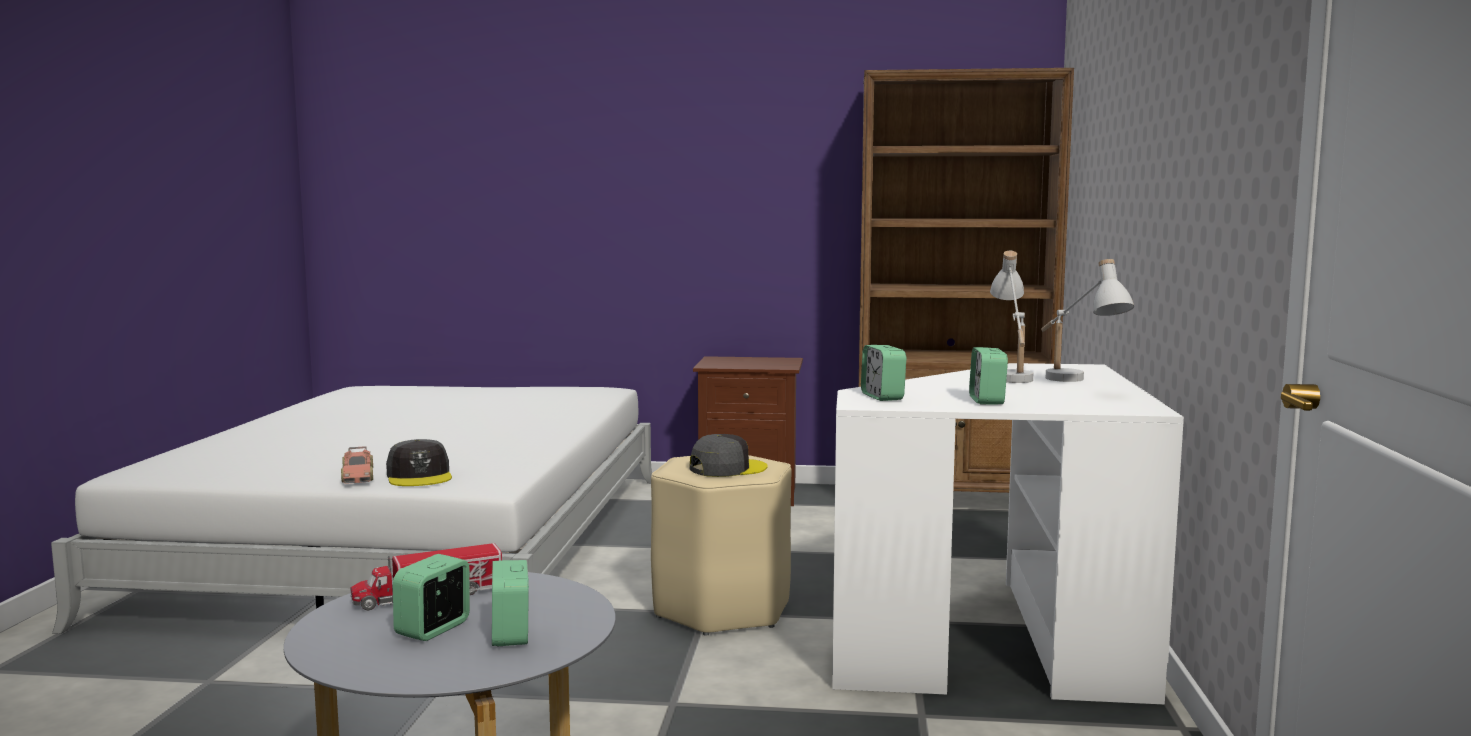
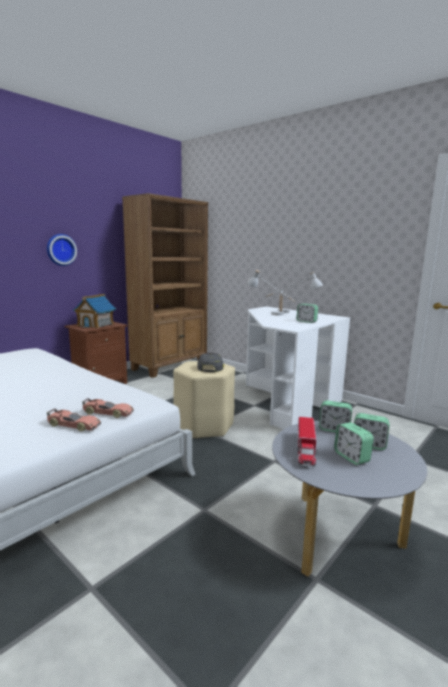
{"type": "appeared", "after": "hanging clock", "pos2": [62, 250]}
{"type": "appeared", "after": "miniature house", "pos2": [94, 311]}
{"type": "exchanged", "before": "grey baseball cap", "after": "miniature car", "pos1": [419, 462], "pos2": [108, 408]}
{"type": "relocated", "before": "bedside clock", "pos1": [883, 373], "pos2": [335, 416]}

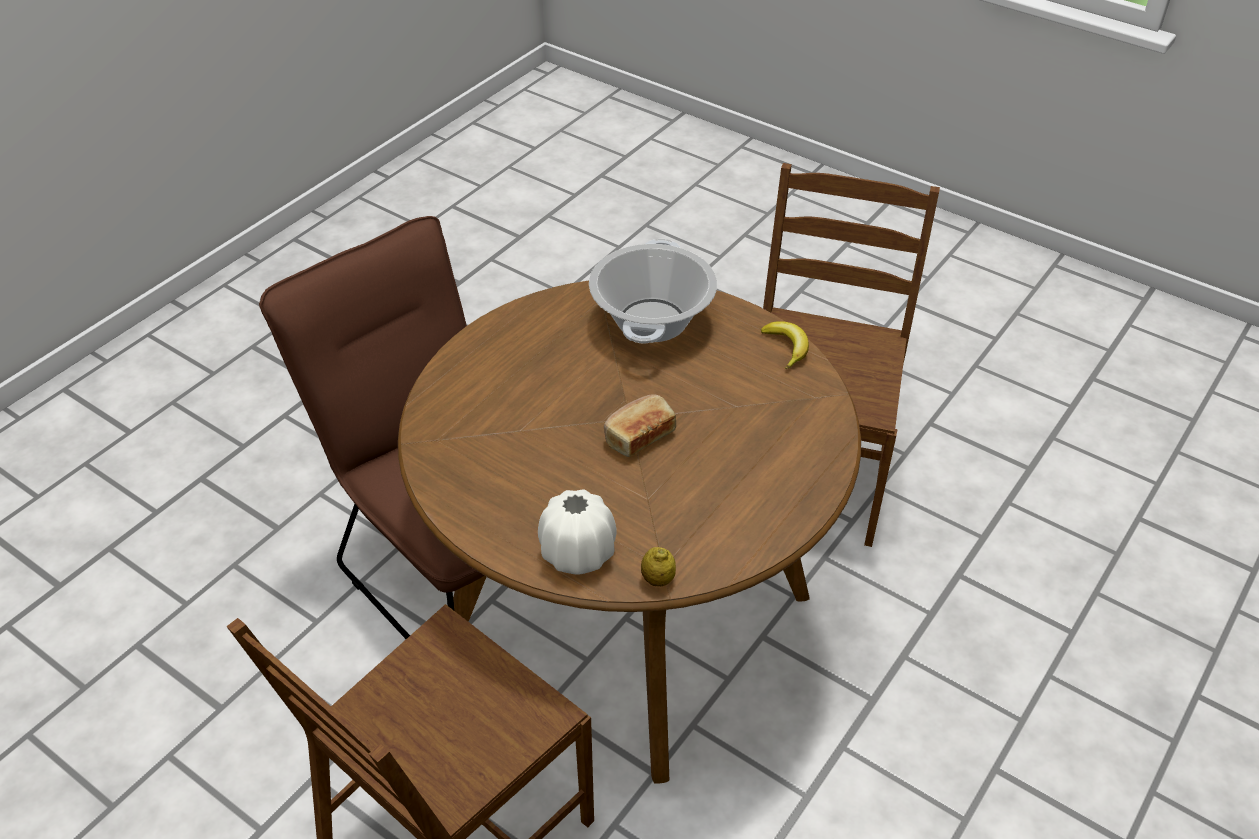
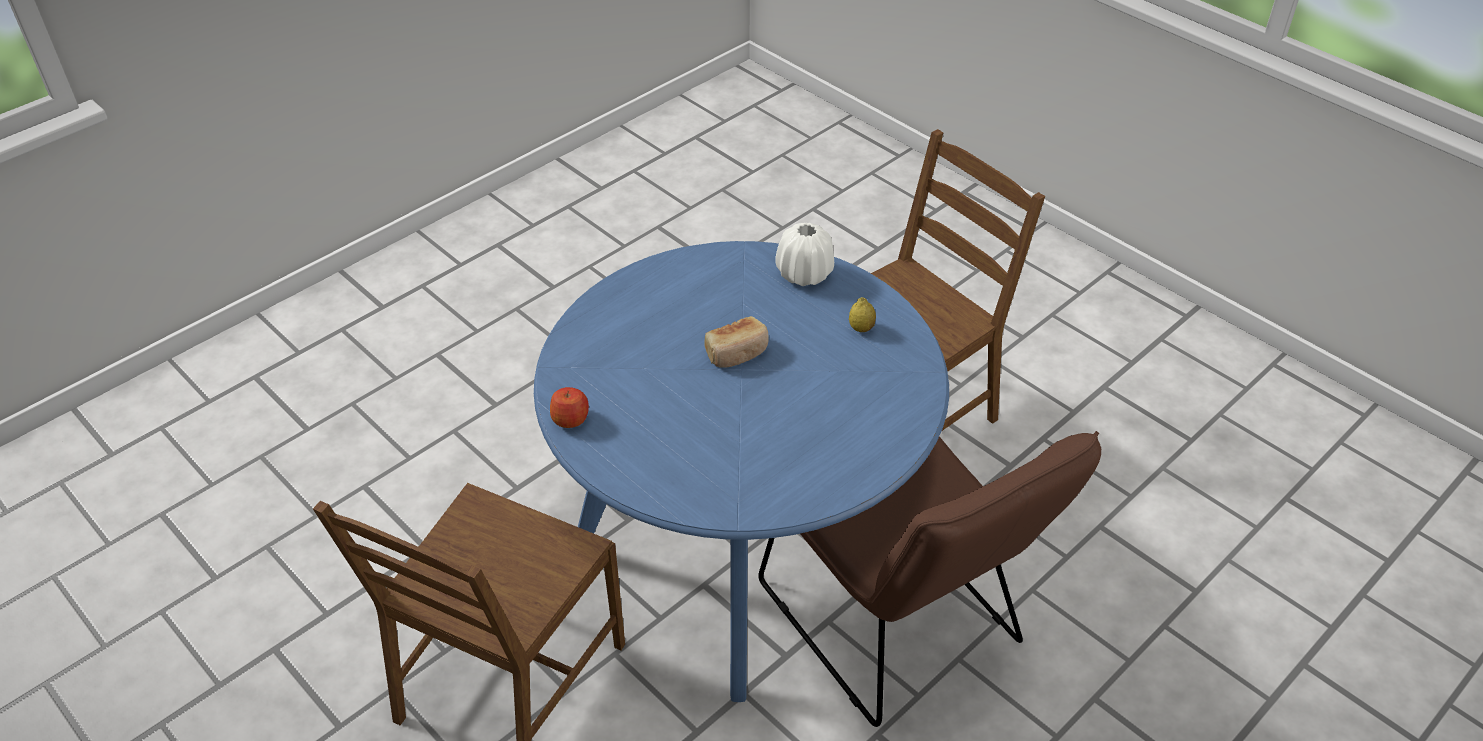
{"type": "colour", "before": "brownish dinner table", "after": "bluish dinner table", "pos1": [629, 532], "pos2": [741, 471]}
{"type": "exchanged", "before": "banana", "after": "apple", "pos1": [785, 345], "pos2": [569, 407]}
{"type": "relocated", "before": "whole lemon", "pos1": [658, 567], "pos2": [862, 314]}
{"type": "missing", "before": "stockpot", "pos1": [653, 291]}

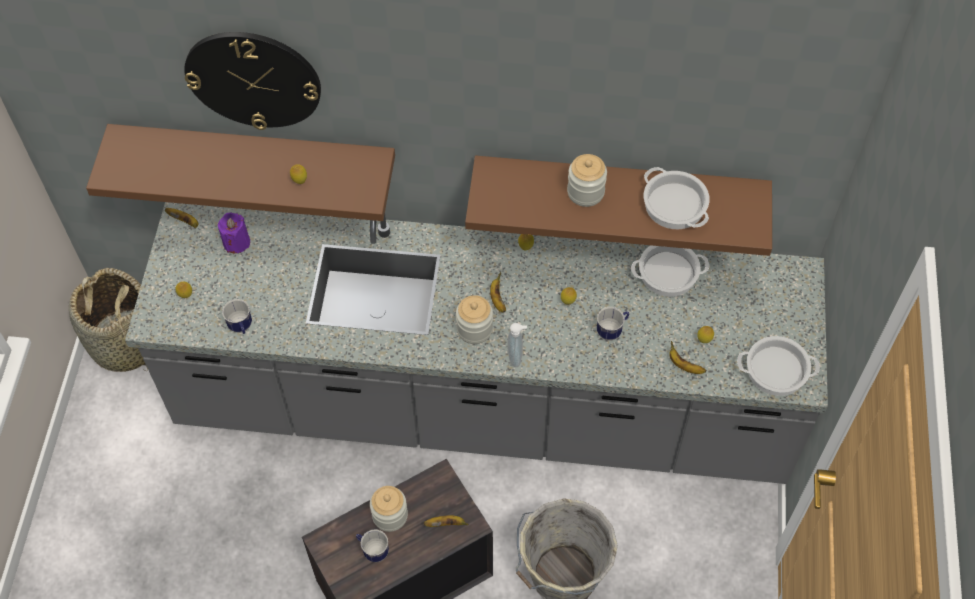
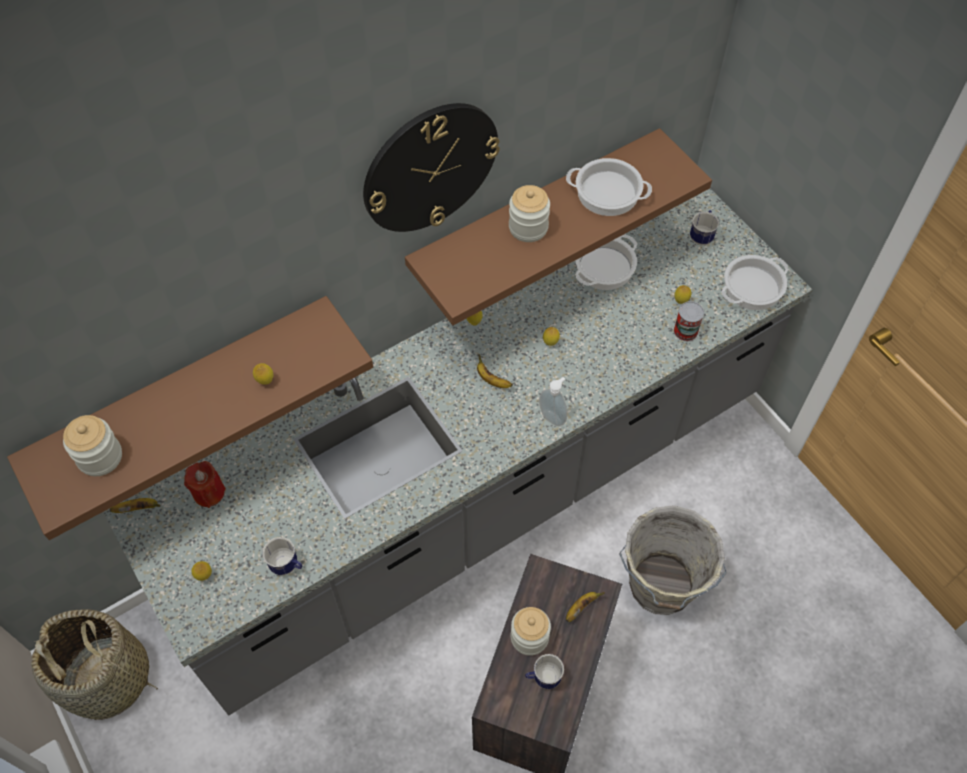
{"type": "relocated", "before": "preserve jar", "pos1": [474, 319], "pos2": [92, 445]}
{"type": "colour", "before": "purple candle", "after": "red candle", "pos1": [234, 233], "pos2": [205, 484]}
{"type": "relocated", "before": "hanging clock", "pos1": [252, 81], "pos2": [431, 167]}
{"type": "exchanged", "before": "banana", "after": "metal can", "pos1": [687, 357], "pos2": [689, 321]}
{"type": "relocated", "before": "coffee mug", "pos1": [613, 324], "pos2": [704, 227]}

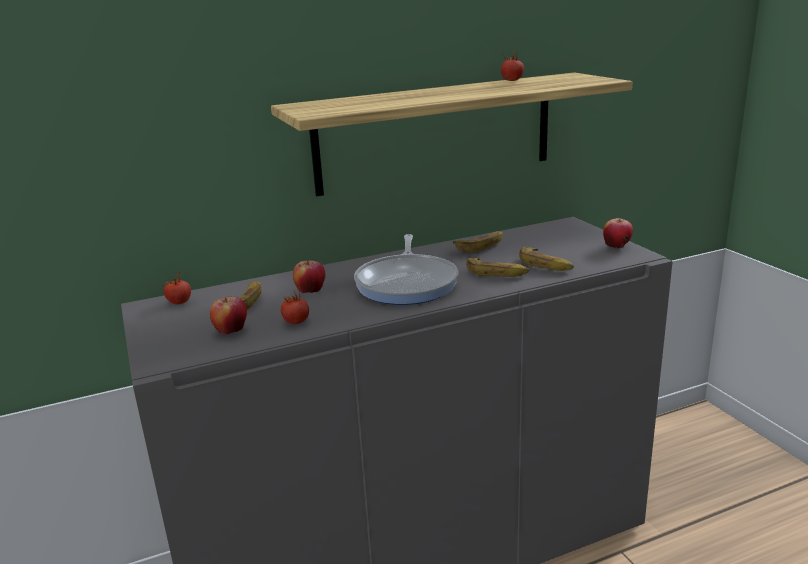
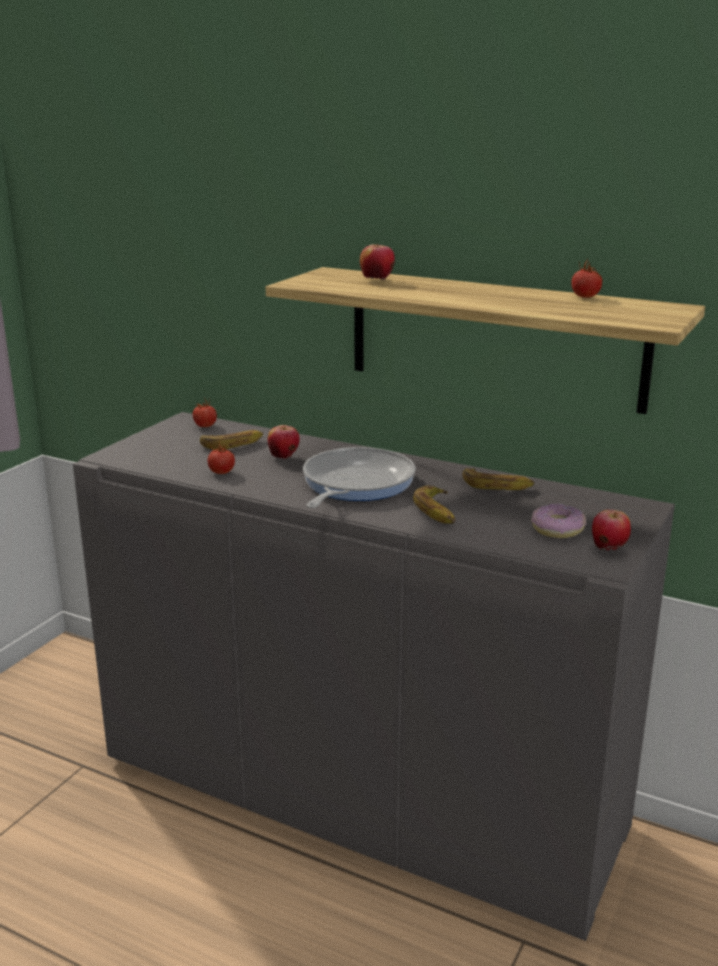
{"type": "spun", "before": "frying pan", "pos1": [406, 269], "pos2": [359, 477], "turn": 150}
{"type": "relocated", "before": "apple", "pos1": [228, 315], "pos2": [377, 262]}
{"type": "appeared", "after": "ring doughnut", "pos2": [558, 521]}
{"type": "missing", "before": "banana", "pos1": [546, 259]}

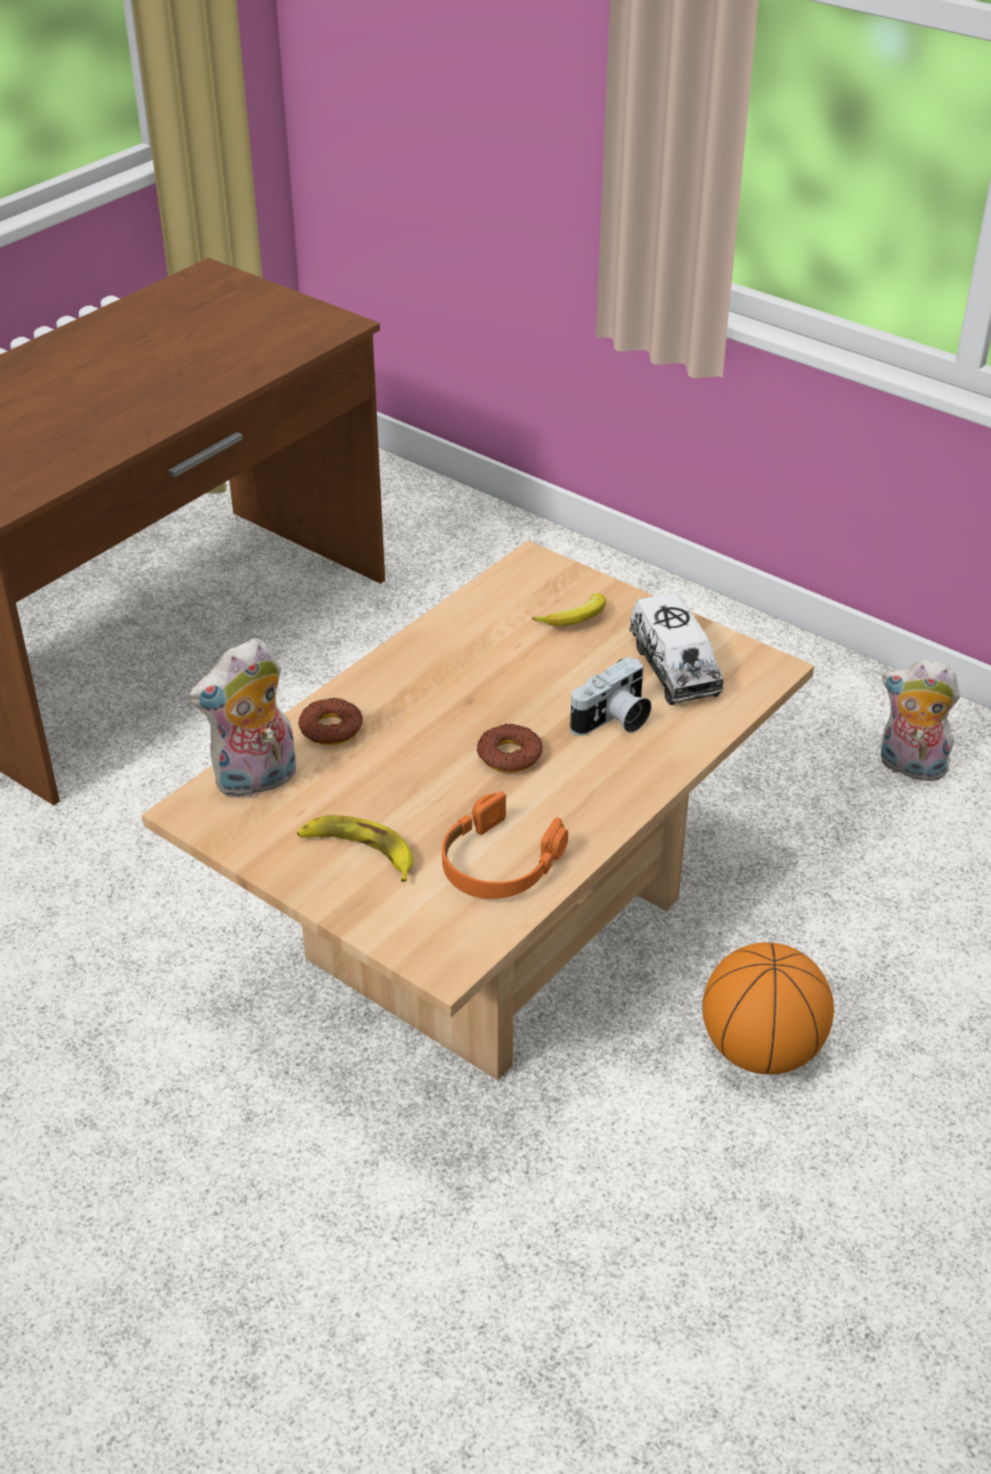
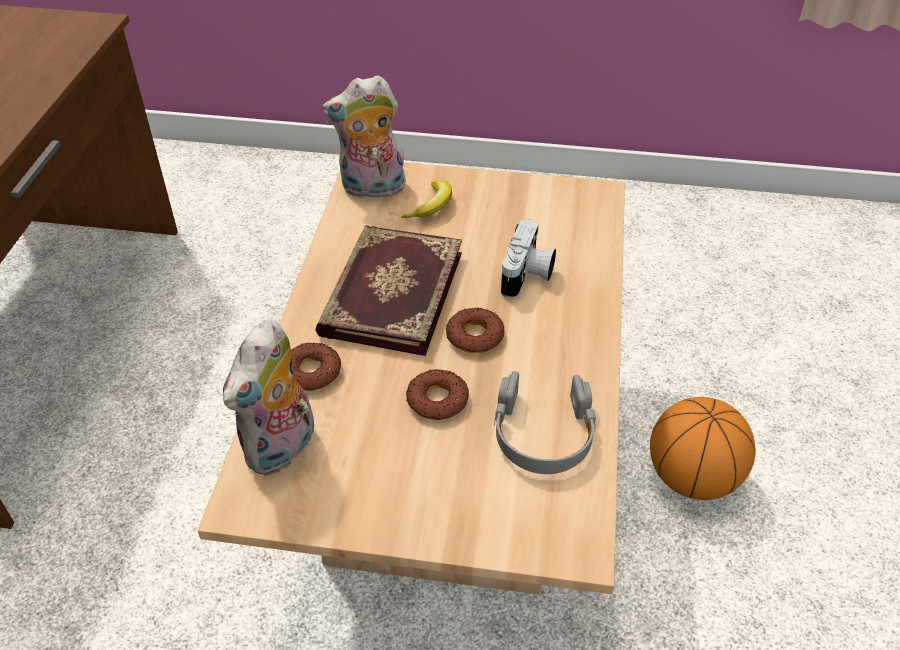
{"type": "appeared", "after": "bound book", "pos2": [388, 290]}
{"type": "relocated", "before": "soft toy", "pos1": [920, 721], "pos2": [364, 136]}
{"type": "appeared", "after": "ring doughnut", "pos2": [437, 394]}
{"type": "colour", "before": "orange headset", "after": "grey headset", "pos1": [505, 845], "pos2": [545, 422]}
{"type": "missing", "before": "banana", "pos1": [355, 848]}
{"type": "missing", "before": "toy lorry", "pos1": [676, 649]}

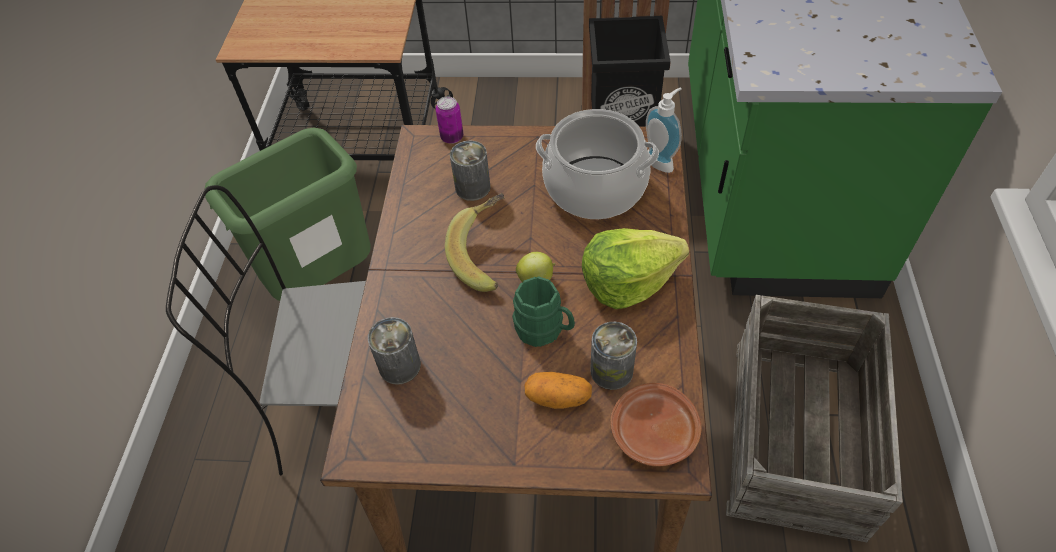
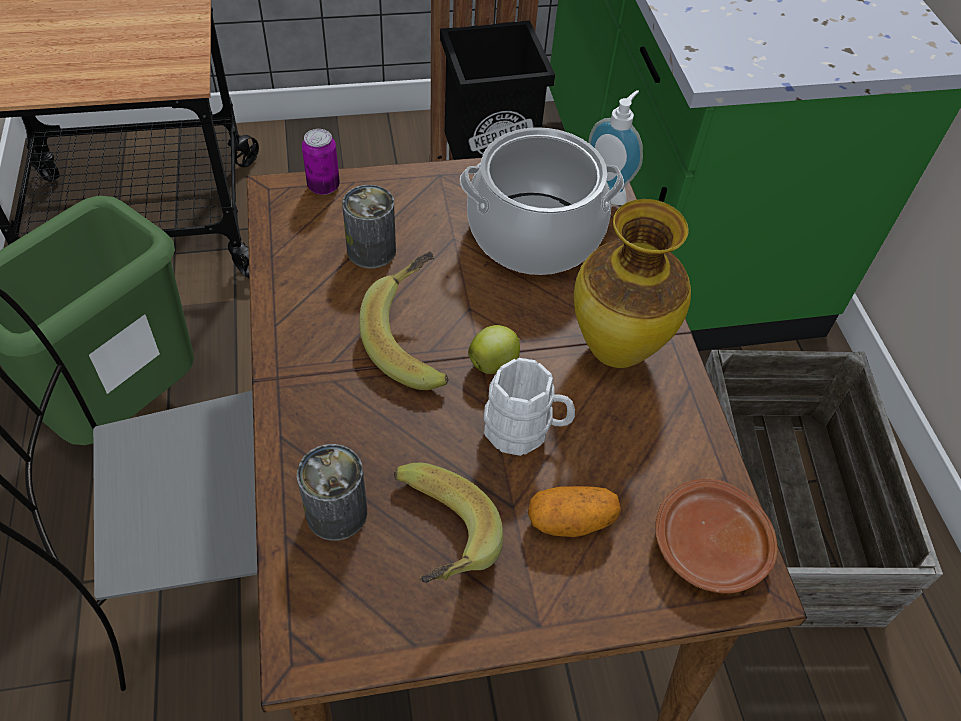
{"type": "appeared", "after": "banana", "pos2": [448, 522]}
{"type": "colour", "before": "greenish coffee mug", "after": "whitish coffee mug", "pos1": [543, 311], "pos2": [529, 407]}
{"type": "exchanged", "before": "lettuce", "after": "decorative vase", "pos1": [635, 268], "pos2": [632, 283]}
{"type": "missing", "before": "metal can", "pos1": [613, 356]}

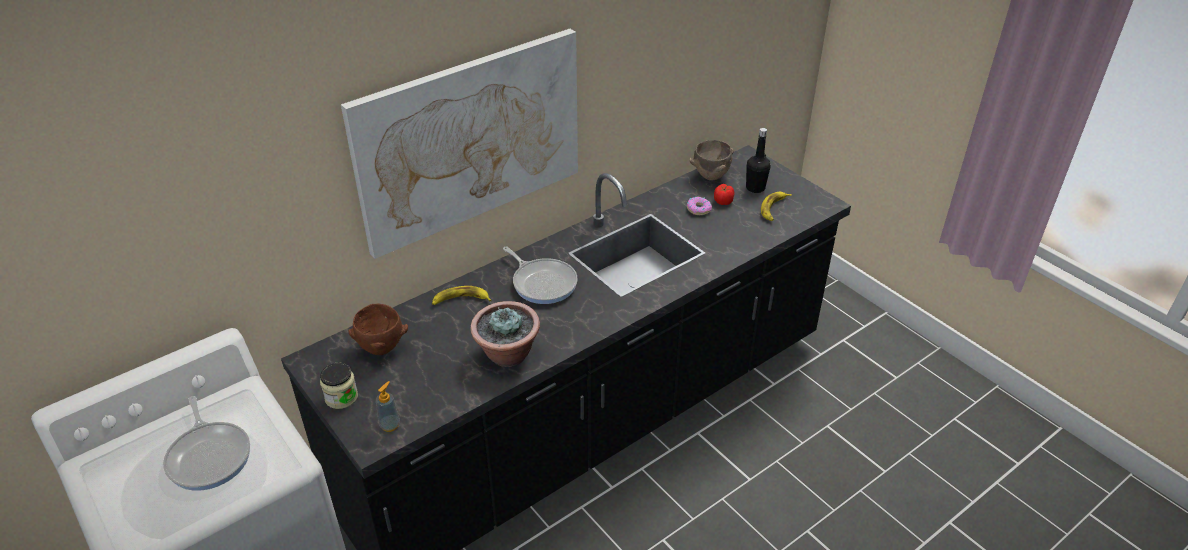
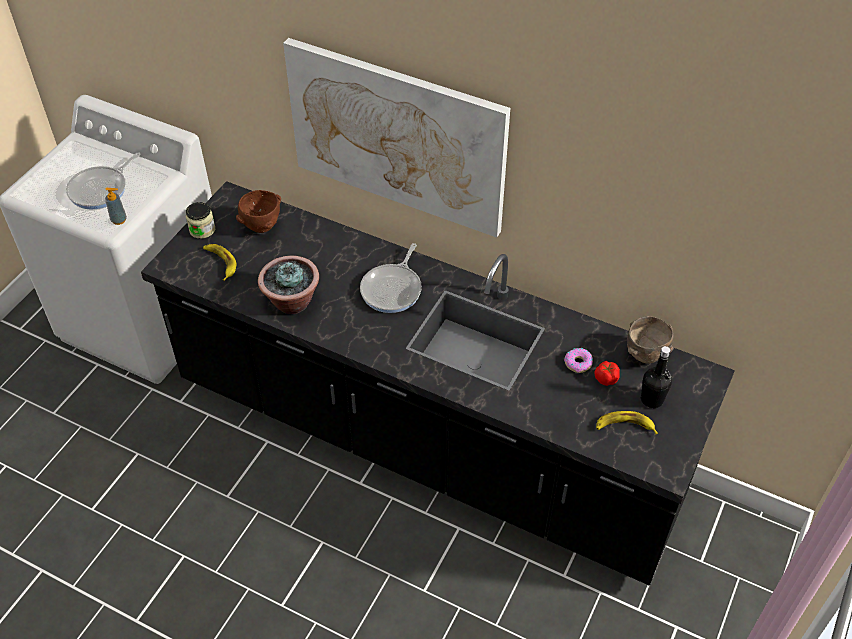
{"type": "relocated", "before": "soap dispenser", "pos1": [388, 406], "pos2": [116, 206]}
{"type": "relocated", "before": "banana", "pos1": [461, 295], "pos2": [219, 262]}

